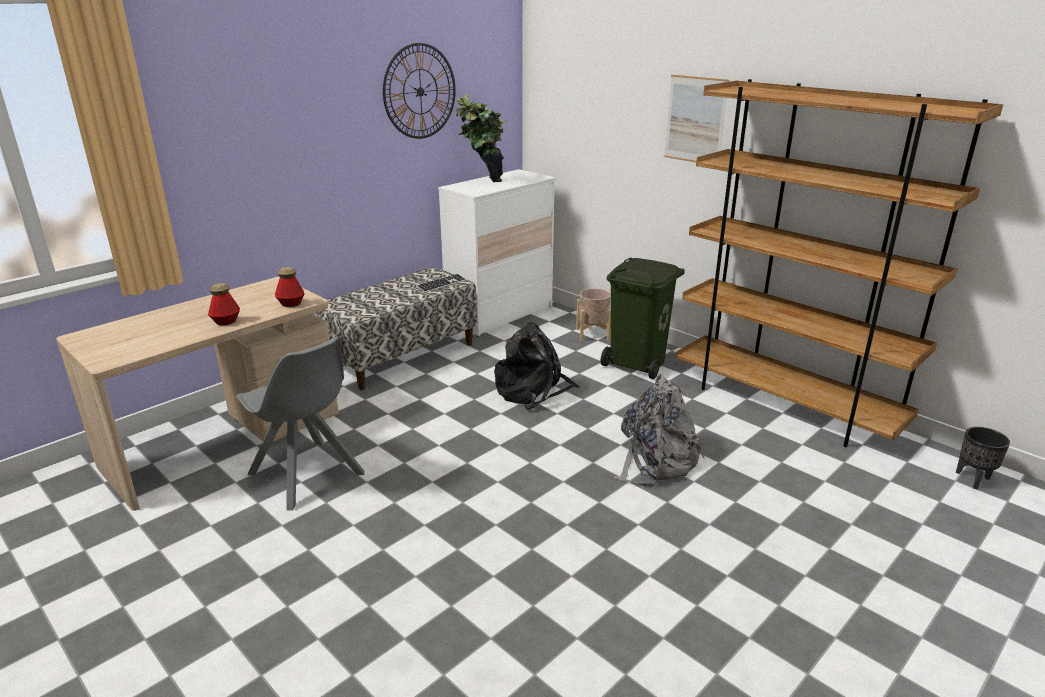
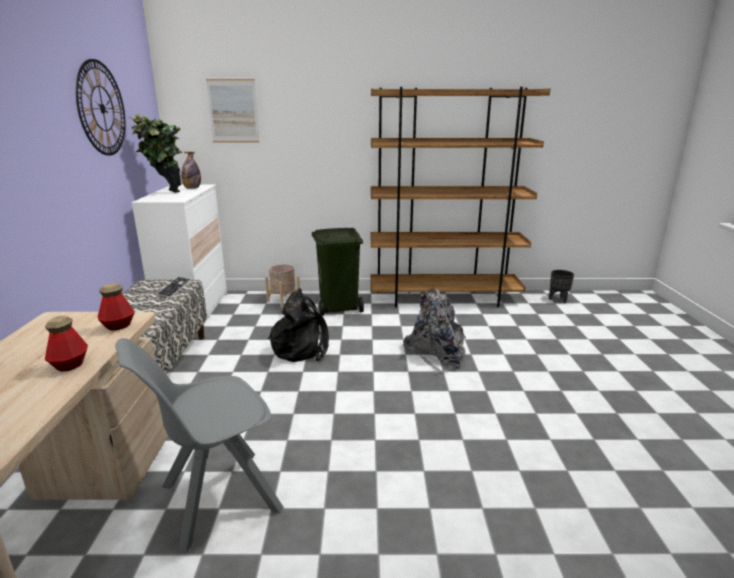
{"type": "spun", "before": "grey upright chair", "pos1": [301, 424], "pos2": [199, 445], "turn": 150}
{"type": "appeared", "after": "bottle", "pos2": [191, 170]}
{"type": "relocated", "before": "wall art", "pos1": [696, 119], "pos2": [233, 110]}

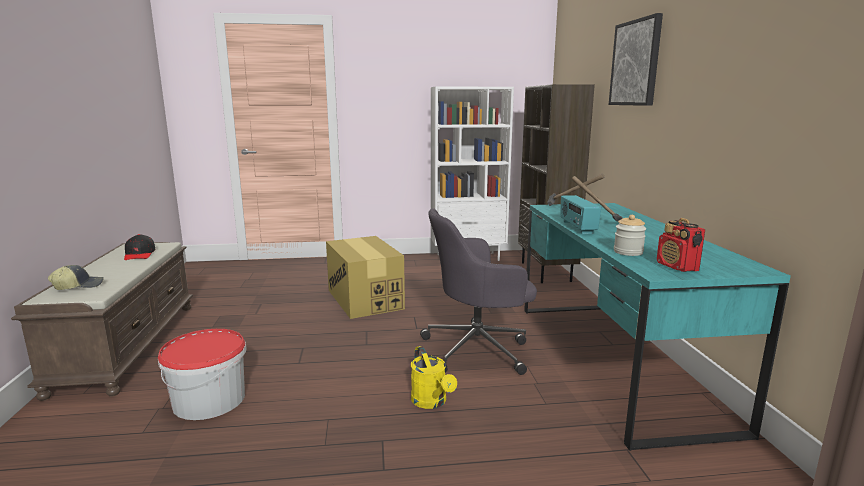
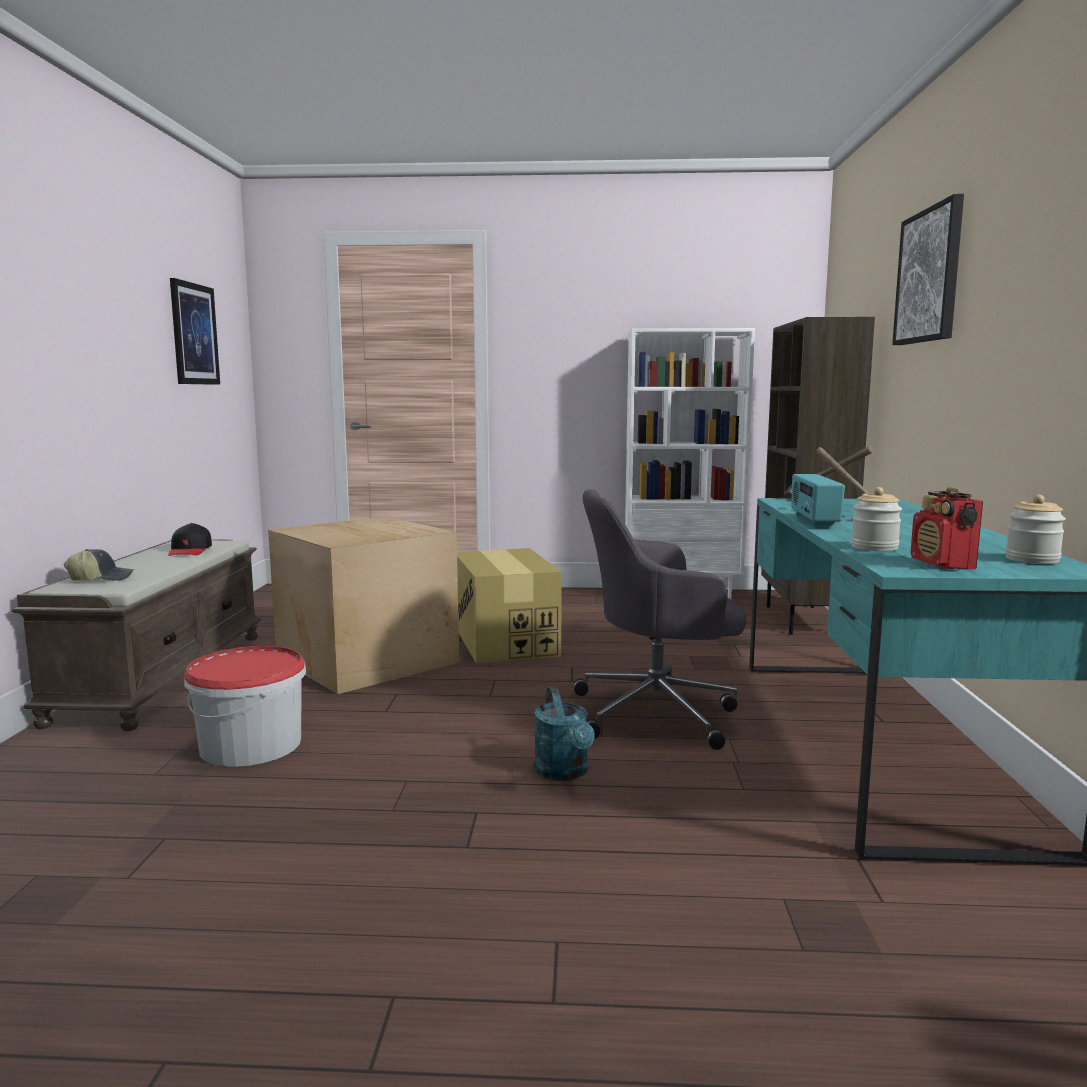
{"type": "appeared", "after": "wall art", "pos2": [195, 331]}
{"type": "appeared", "after": "packing box", "pos2": [363, 605]}
{"type": "colour", "before": "yellow watering pot", "after": "blue-green watering pot", "pos1": [434, 377], "pos2": [564, 734]}
{"type": "appeared", "after": "preserve jar", "pos2": [1035, 529]}

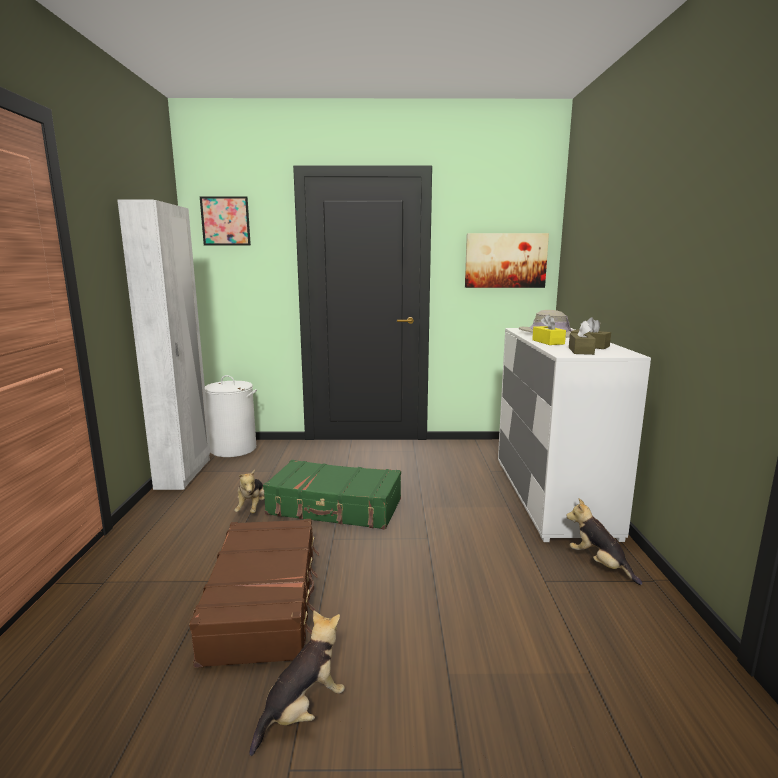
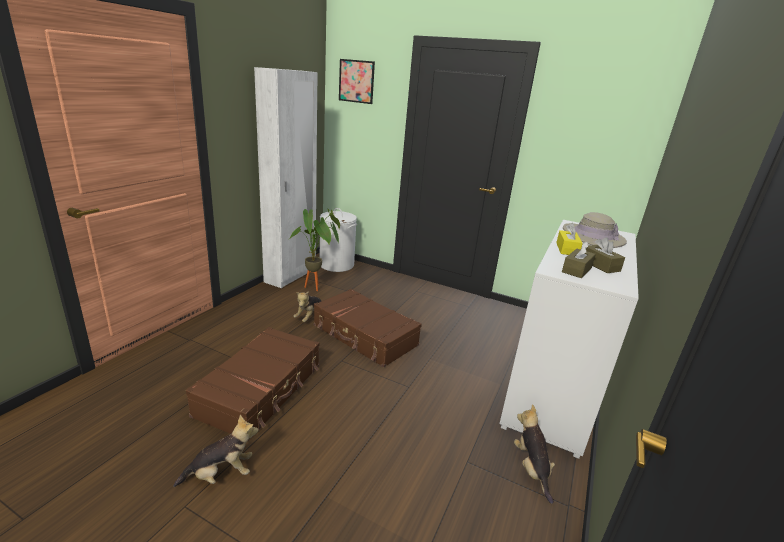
{"type": "appeared", "after": "plant in a pot", "pos2": [314, 250]}
{"type": "colour", "before": "greenish suitcase", "after": "brownish suitcase", "pos1": [332, 494], "pos2": [368, 328]}
{"type": "missing", "before": "wall art", "pos1": [507, 260]}

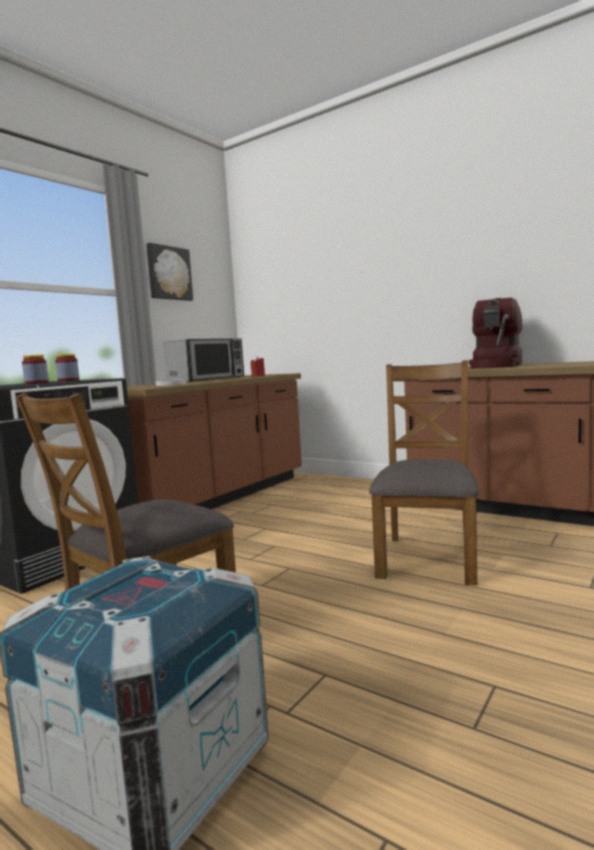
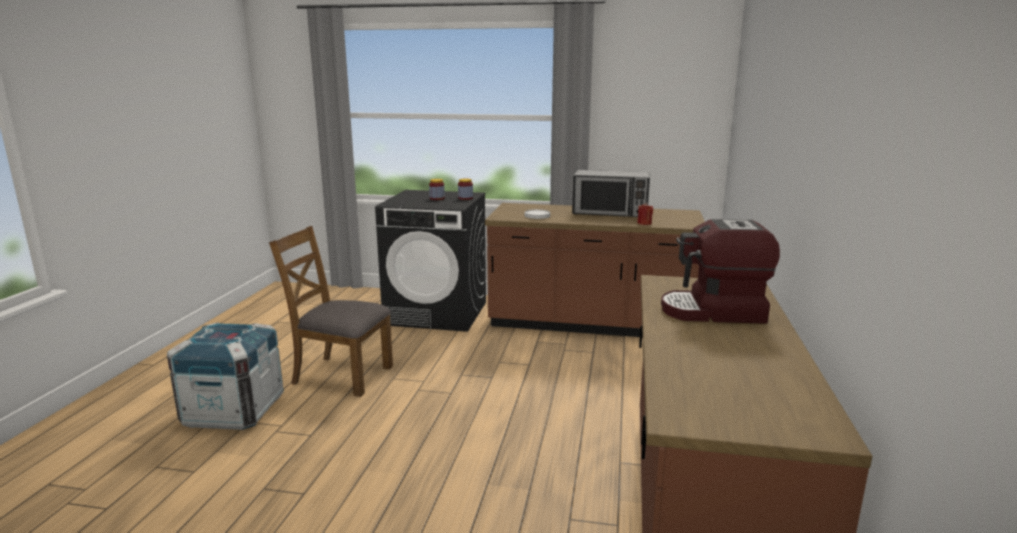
{"type": "missing", "before": "wall art", "pos1": [169, 272]}
{"type": "missing", "before": "brownish upright chair", "pos1": [424, 473]}

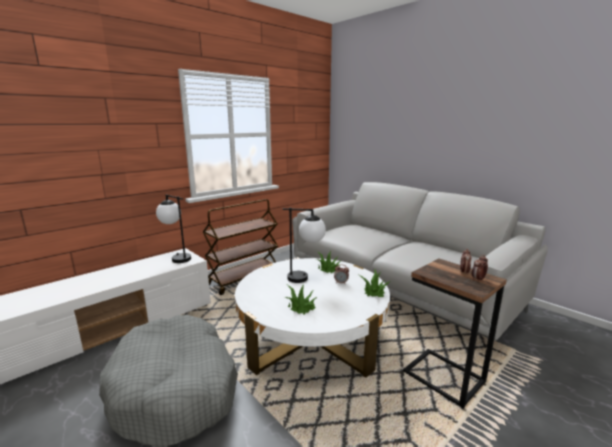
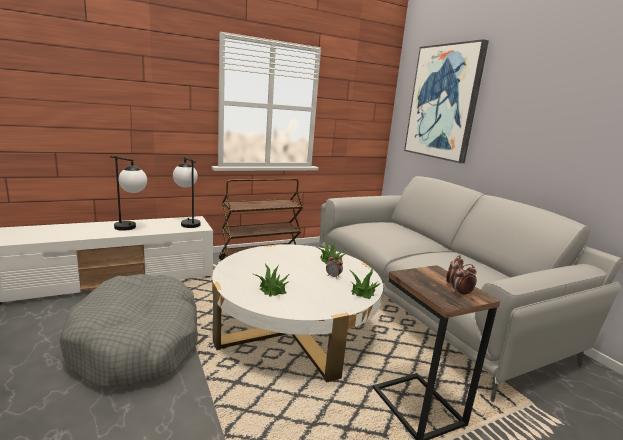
{"type": "relocated", "before": "tabletop lamp", "pos1": [304, 245], "pos2": [128, 193]}
{"type": "appeared", "after": "wall art", "pos2": [446, 101]}

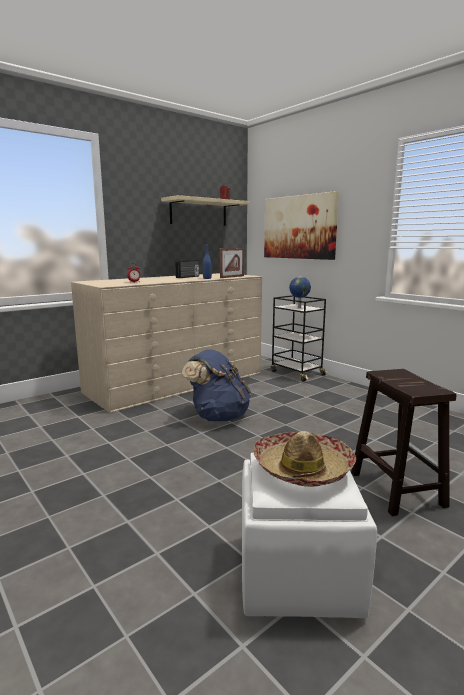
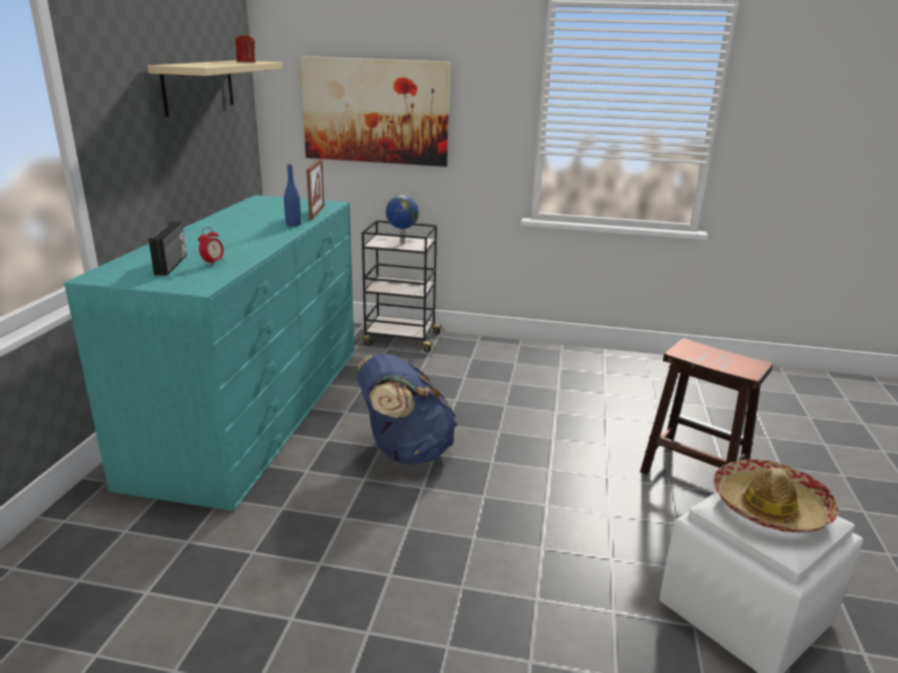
{"type": "colour", "before": "beige-coloured drawer chest", "after": "blue-green drawer chest", "pos1": [166, 343], "pos2": [209, 353]}
{"type": "relocated", "before": "radio", "pos1": [187, 269], "pos2": [168, 248]}

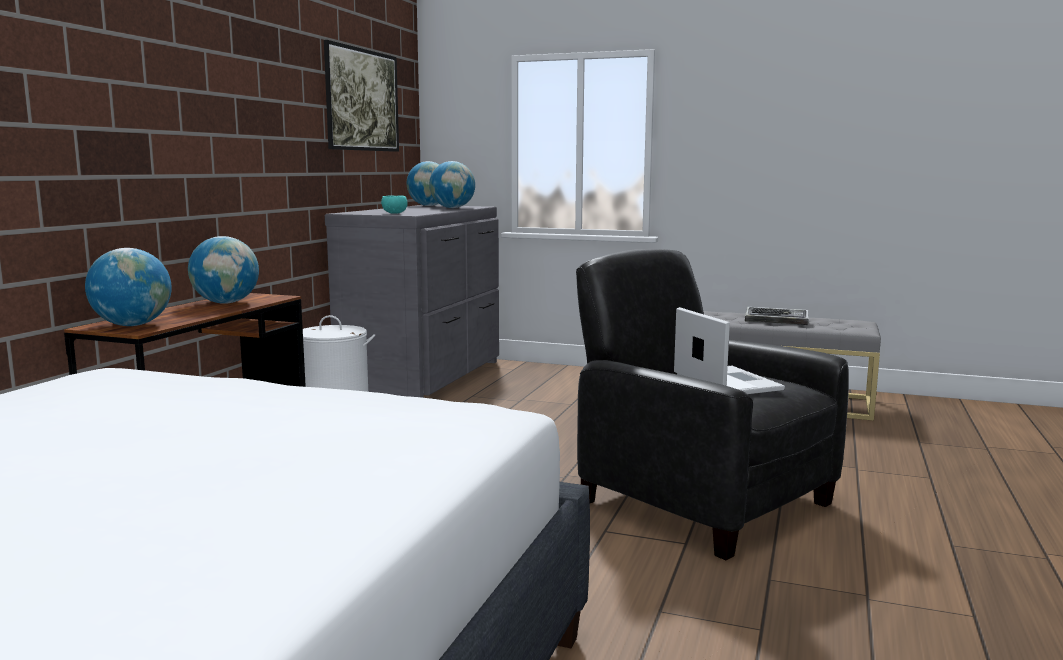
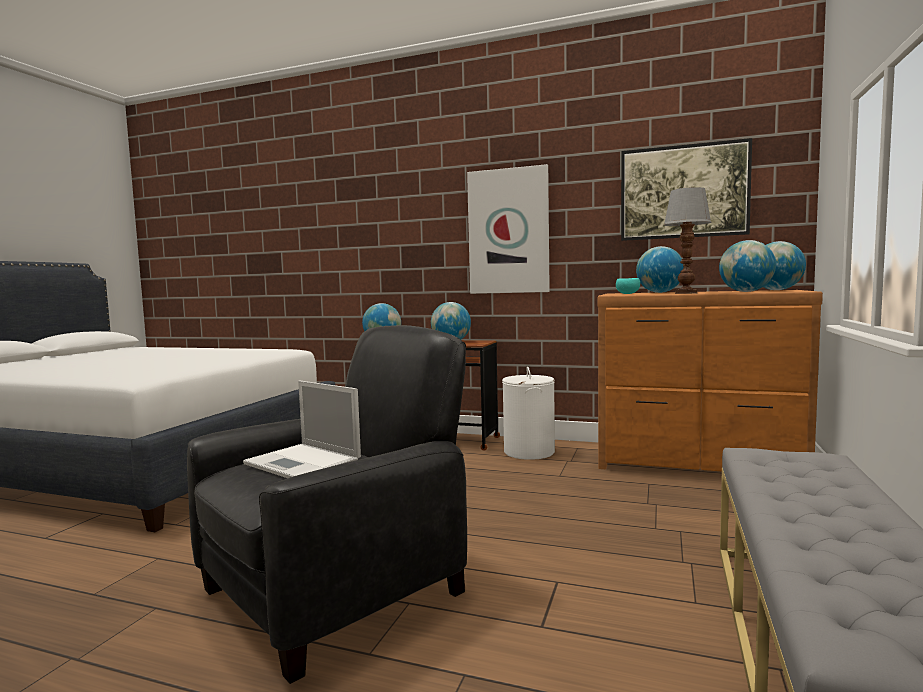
{"type": "spun", "before": "portable computer", "pos1": [729, 350], "pos2": [302, 429], "turn": 60}
{"type": "appeared", "after": "wall art", "pos2": [508, 229]}
{"type": "colour", "before": "grey drawer chest", "after": "brownish drawer chest", "pos1": [412, 301], "pos2": [710, 380]}
{"type": "appeared", "after": "globe", "pos2": [660, 269]}
{"type": "appeared", "after": "tabletop lamp", "pos2": [688, 240]}
{"type": "missing", "before": "PC keyboard", "pos1": [777, 316]}

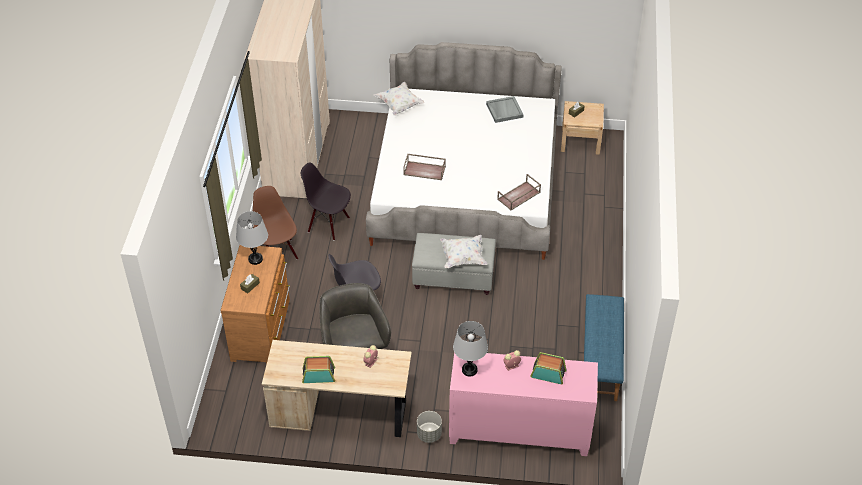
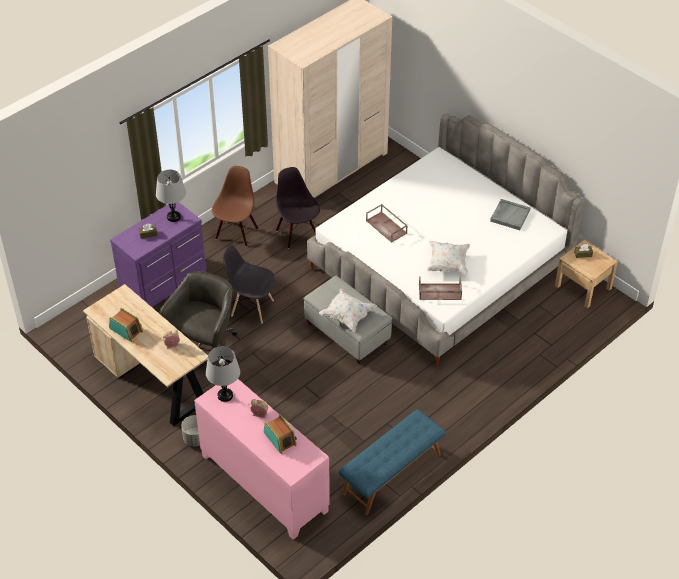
{"type": "colour", "before": "brownish drawer chest", "after": "purple drawer chest", "pos1": [255, 304], "pos2": [158, 254]}
{"type": "relocated", "before": "whitish pillow", "pos1": [399, 99], "pos2": [448, 257]}

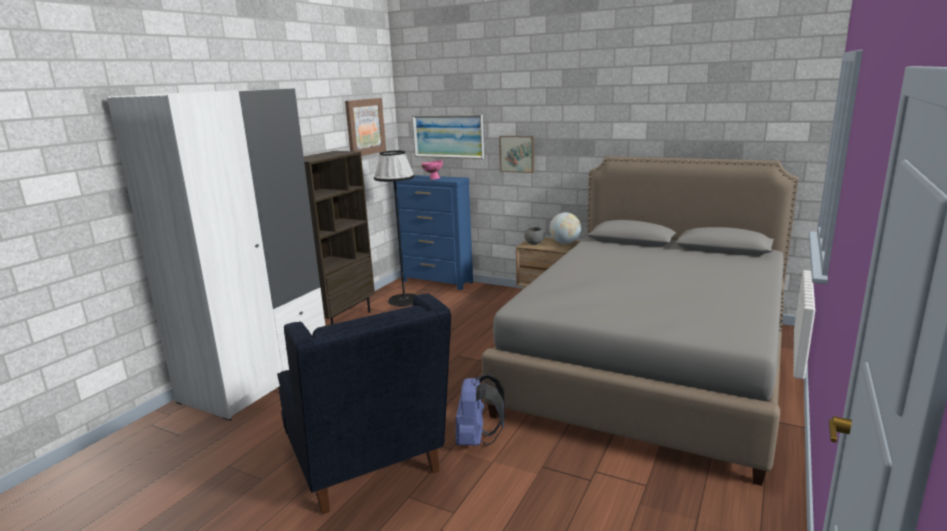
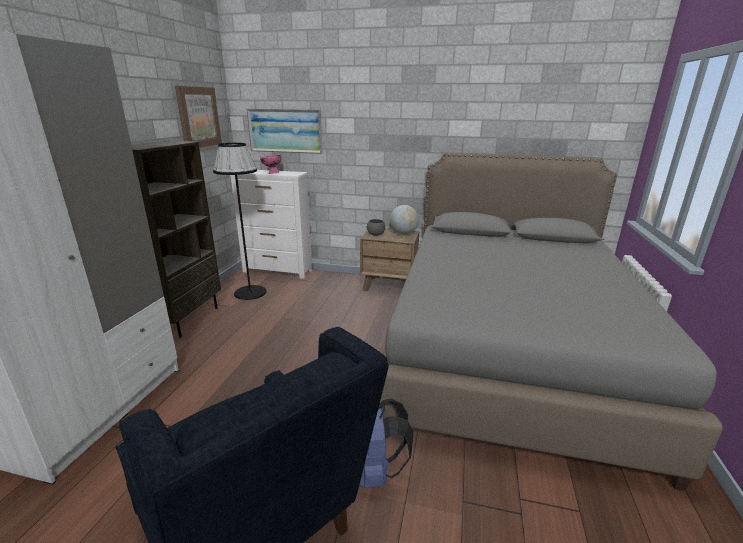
{"type": "colour", "before": "bluish drawer chest", "after": "whitish drawer chest", "pos1": [433, 232], "pos2": [271, 224]}
{"type": "missing", "before": "wall art", "pos1": [516, 154]}

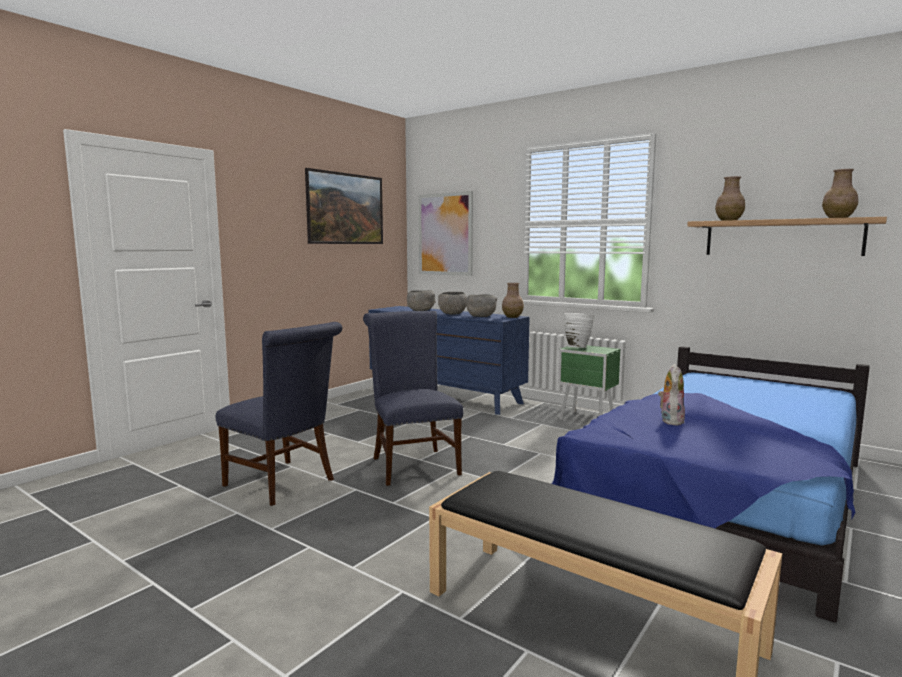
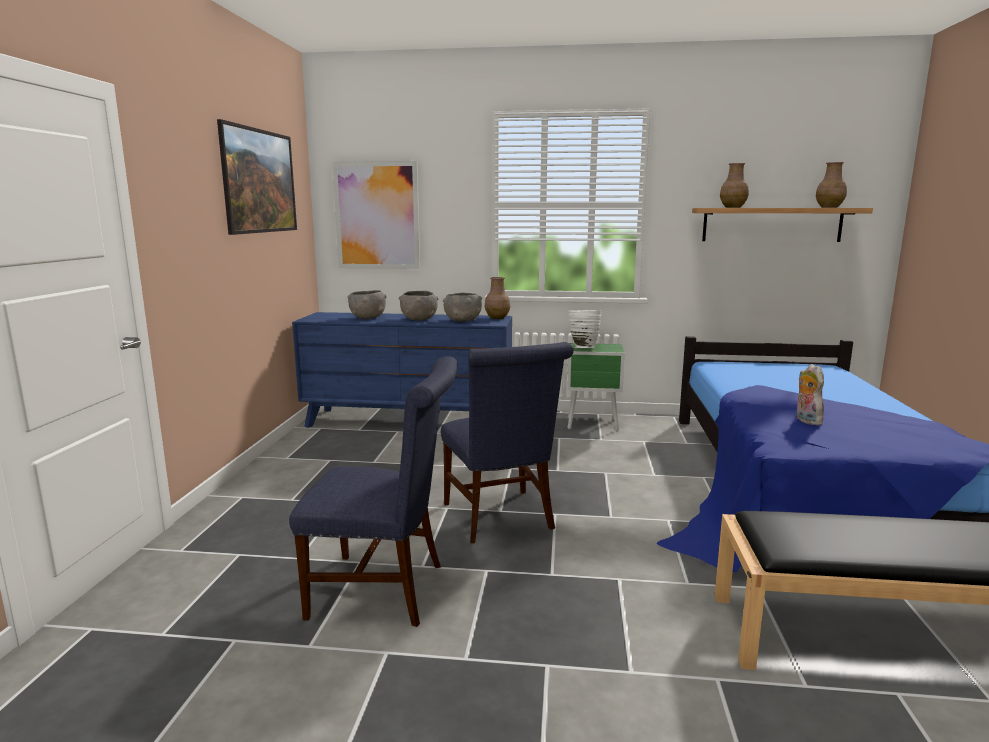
{"type": "spun", "before": "bluish upright chair", "pos1": [413, 398], "pos2": [507, 442], "turn": -150}

